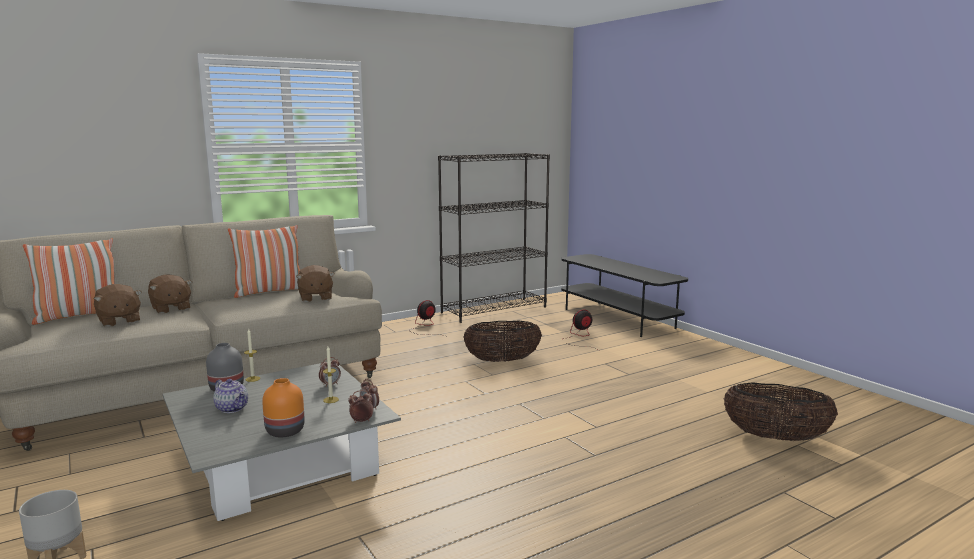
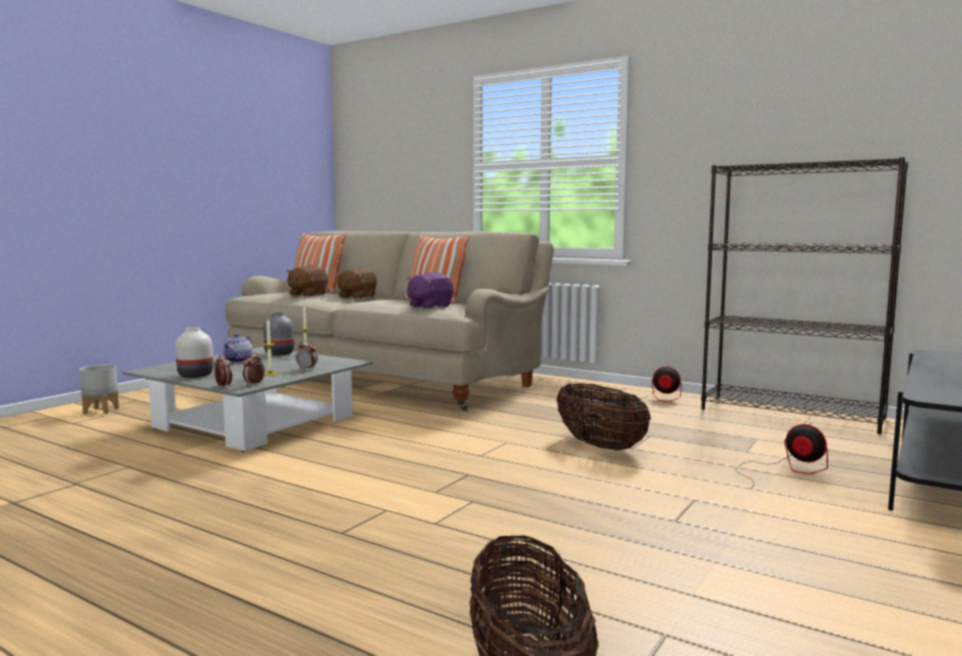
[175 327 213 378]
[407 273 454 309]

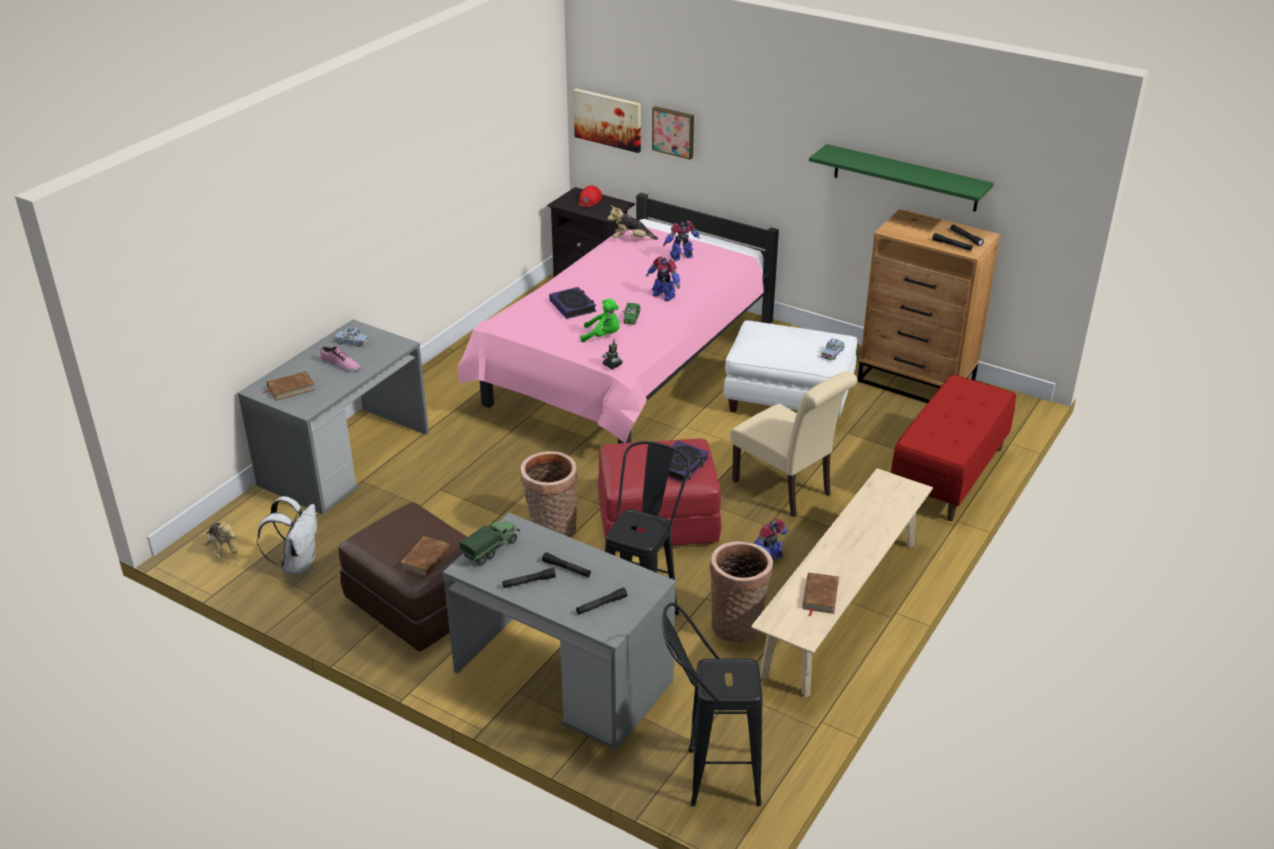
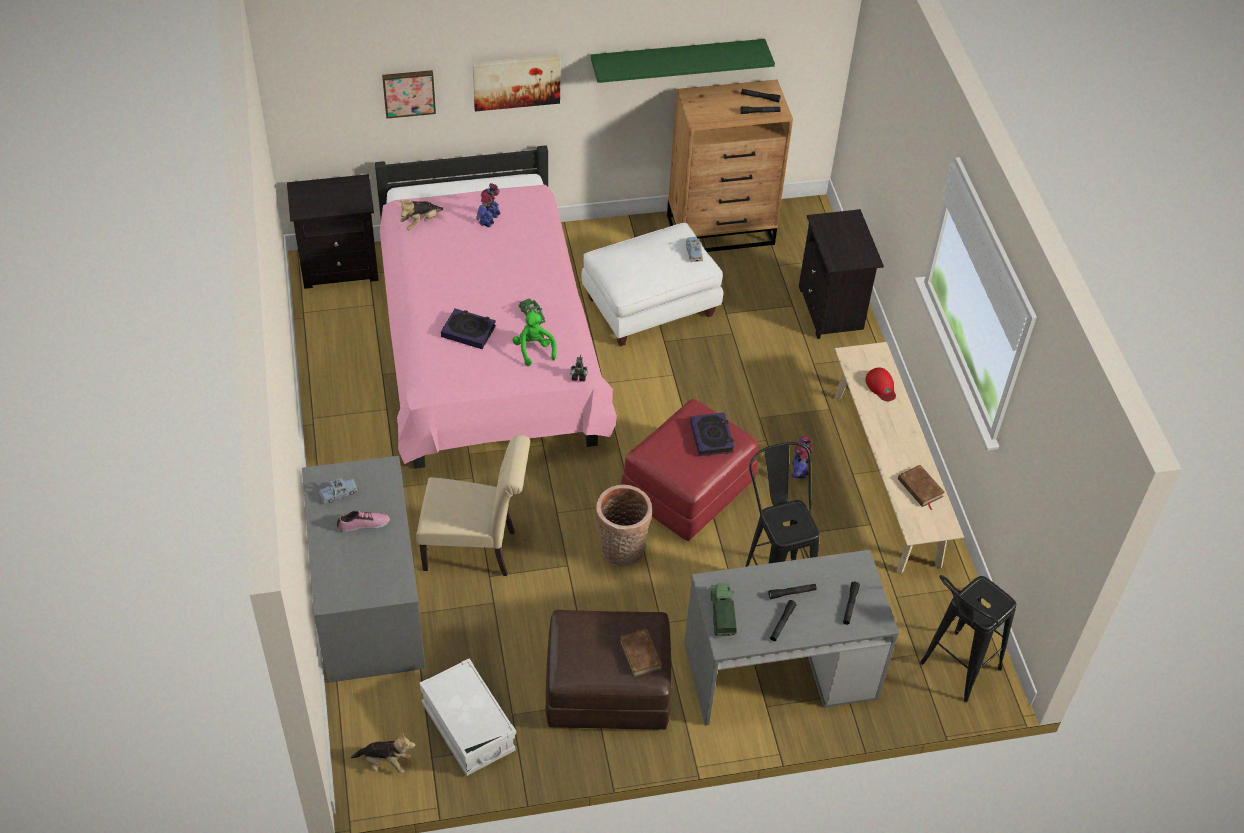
[419 658 516 776]
[263 371 315 401] (first image)
[473 55 560 112]
[866 368 896 401]
[512 311 557 366]
[646 257 680 301] (first image)
[710 541 773 643] (first image)
[416 435 530 576]
[799 209 884 339]

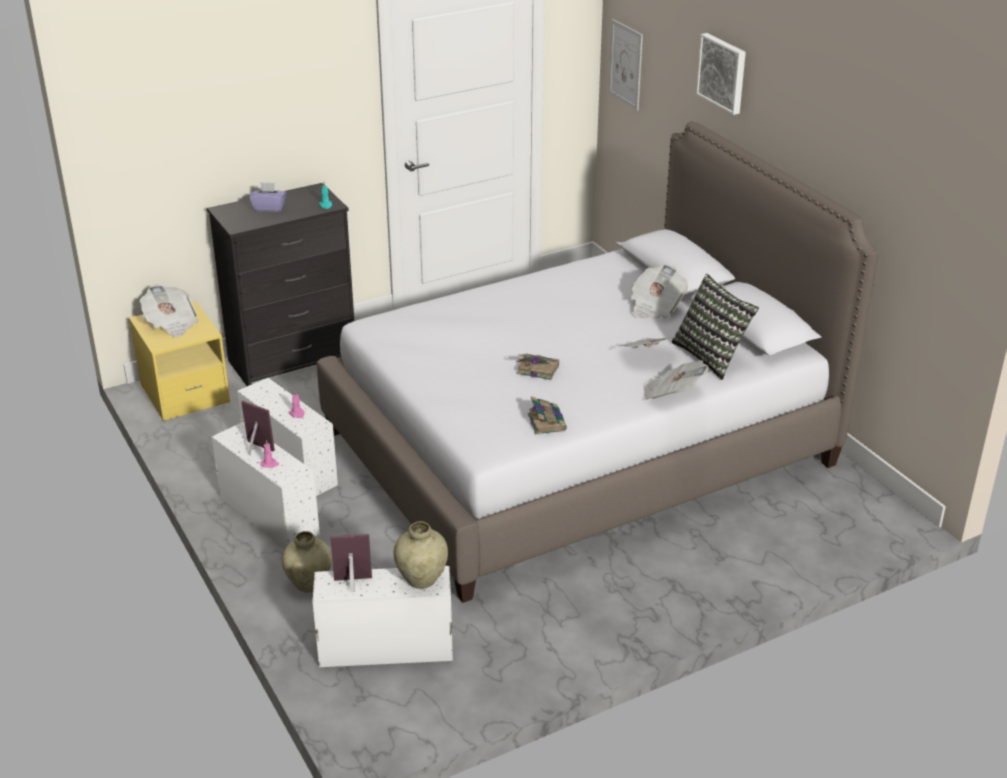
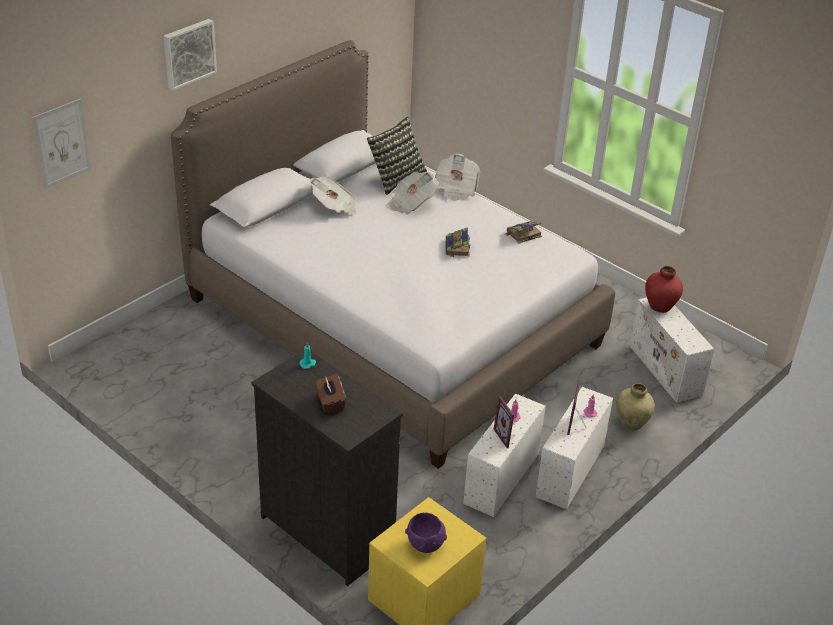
[405 513 447 553]
[315 374 346 413]
[494 396 515 448]
[645 266 683 313]

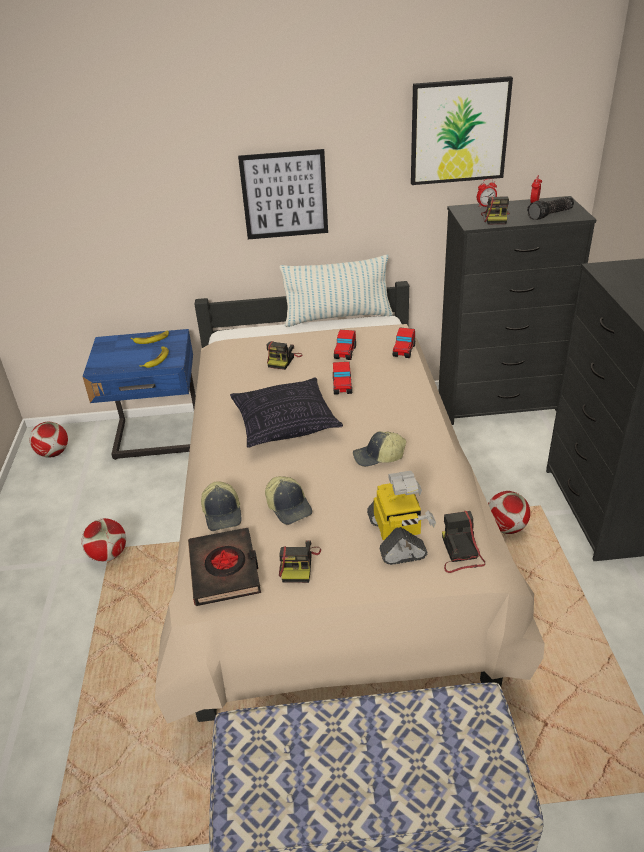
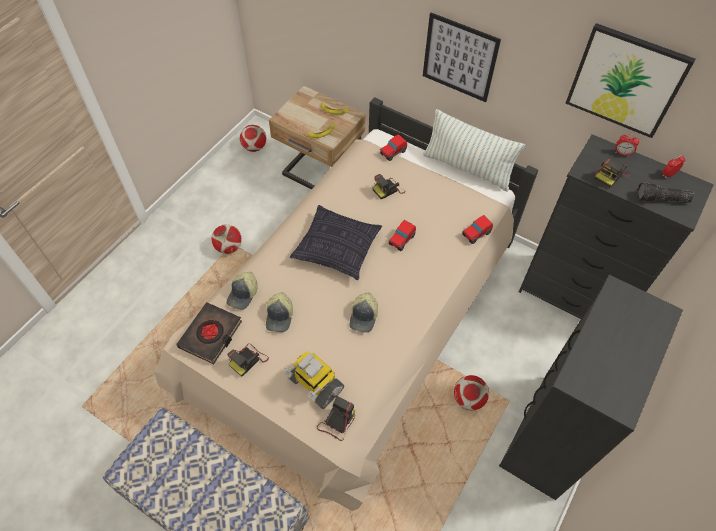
[269 86 366 190]
[380 134 407 161]
[349 293 378 333]
[283 351 344 409]

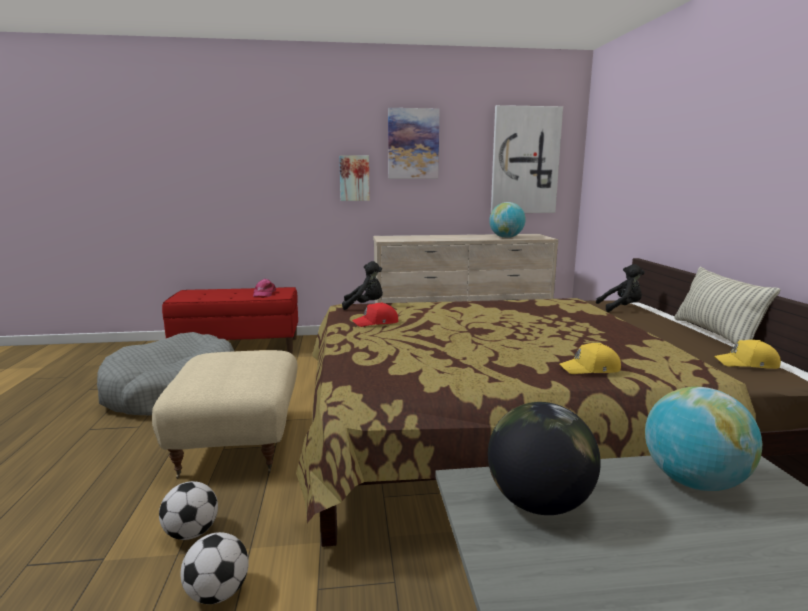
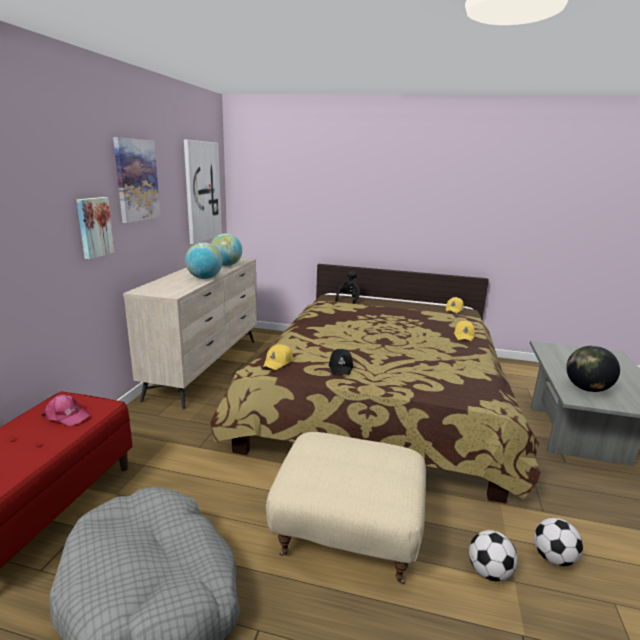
[263 344 293 370]
[329 349 353 375]
[185 242 223 279]
[674 267 781 345] (first image)

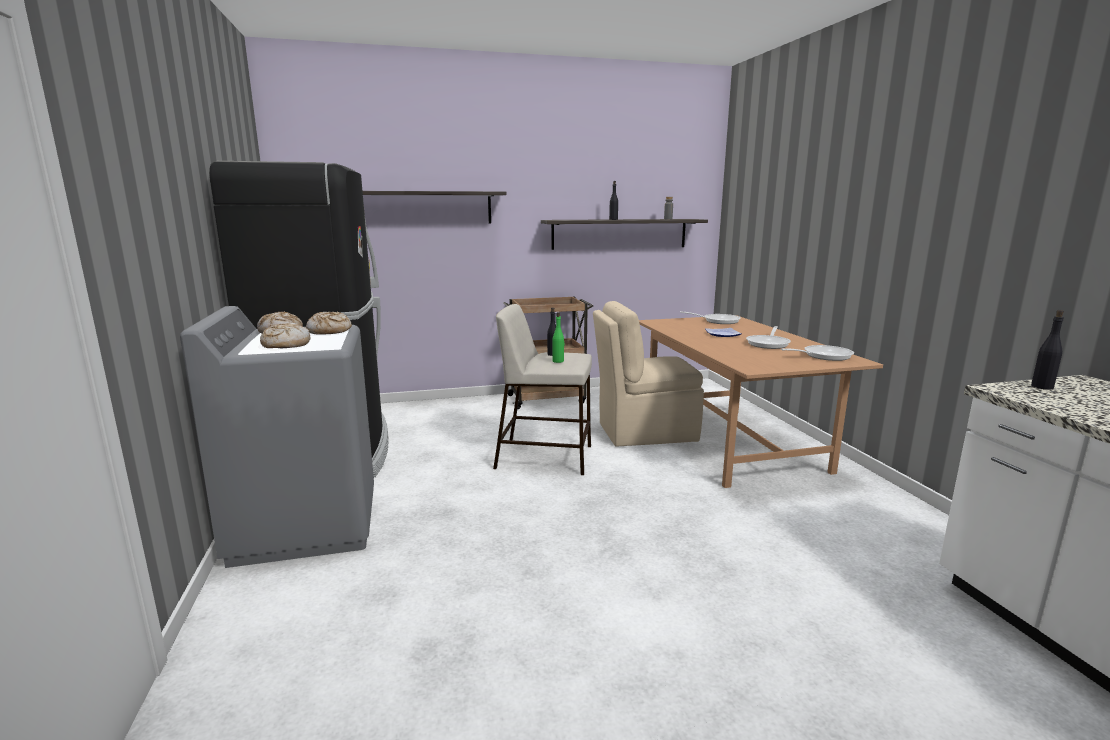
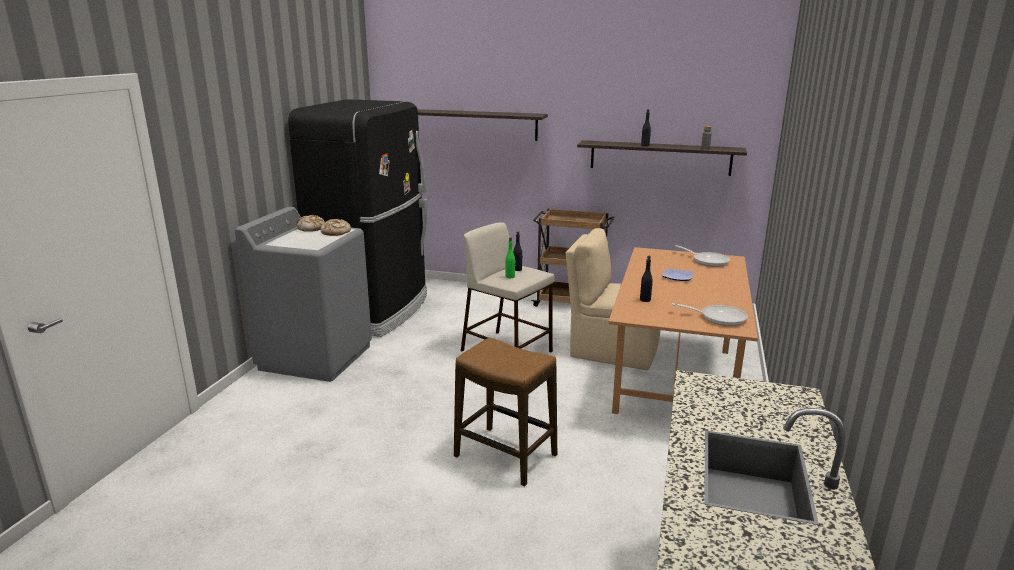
[260 323 310 348] (first image)
[746 326 791 349] (first image)
[640 256 653 302]
[454 337 557 486]

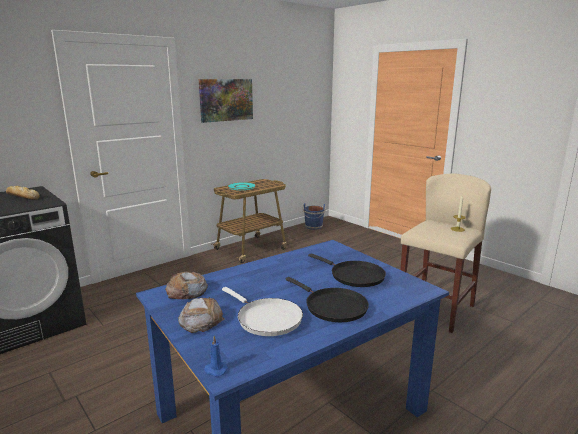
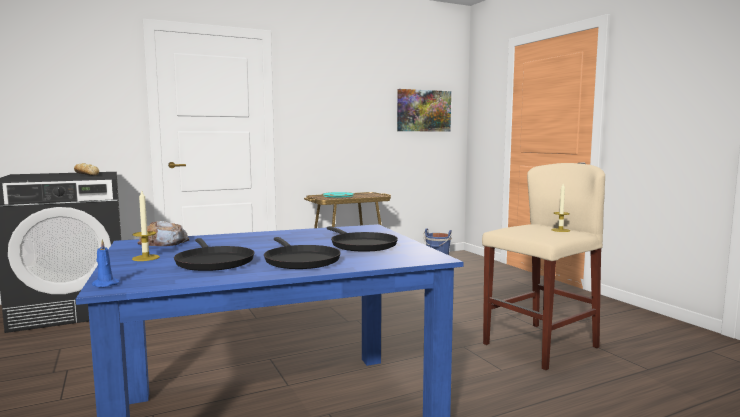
[132 191 160 261]
[397 89 451 132]
[174 238 254 271]

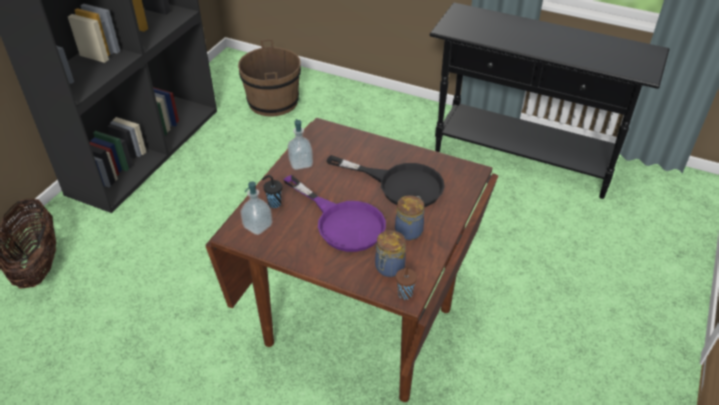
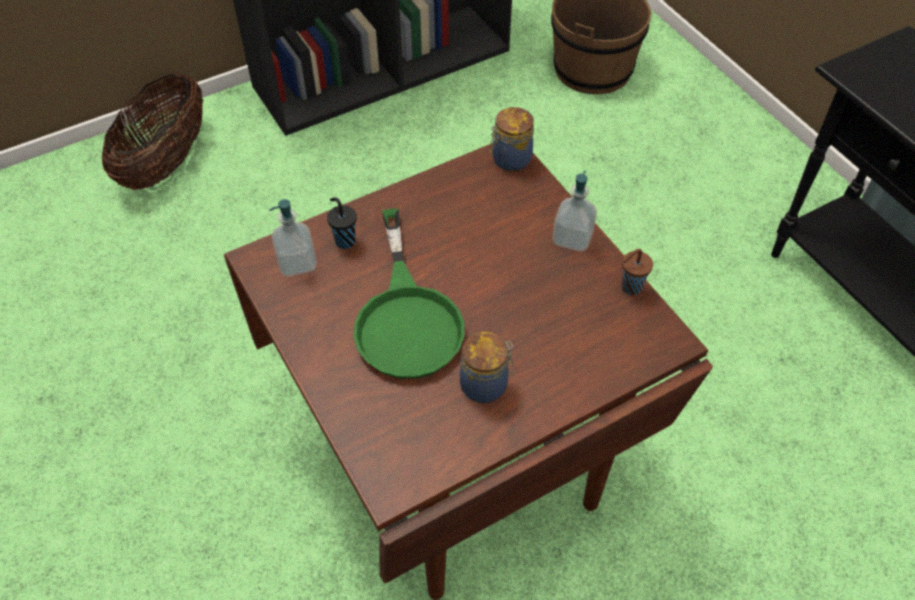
[353 209 465 379]
[553 171 597 251]
[326 155 445 207] (first image)
[489 107 534 171]
[622 249 653 295]

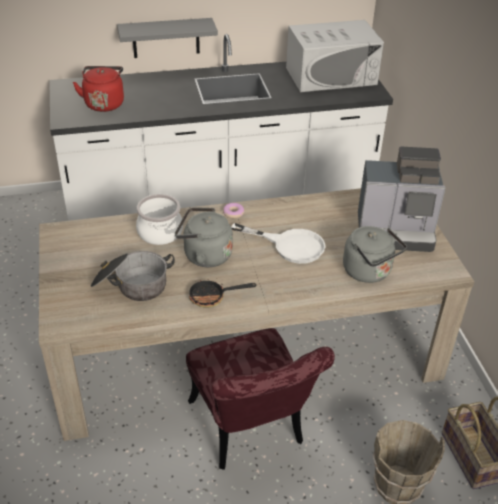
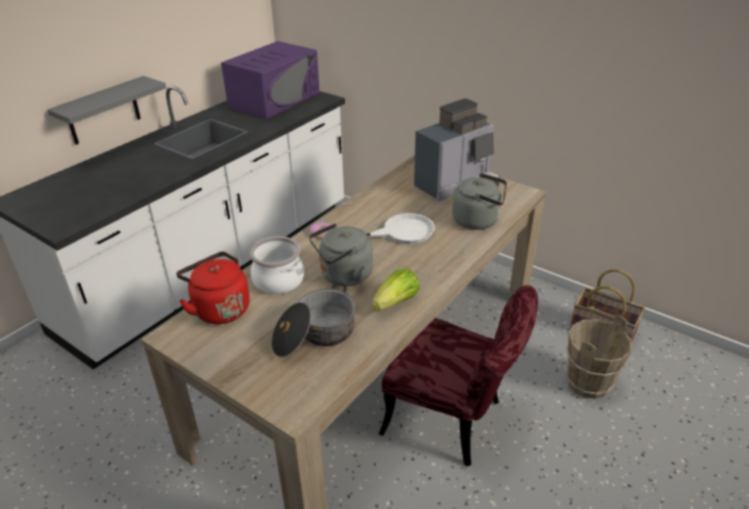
[176 251 250 324]
[372 269 420 311]
[221 41 320 119]

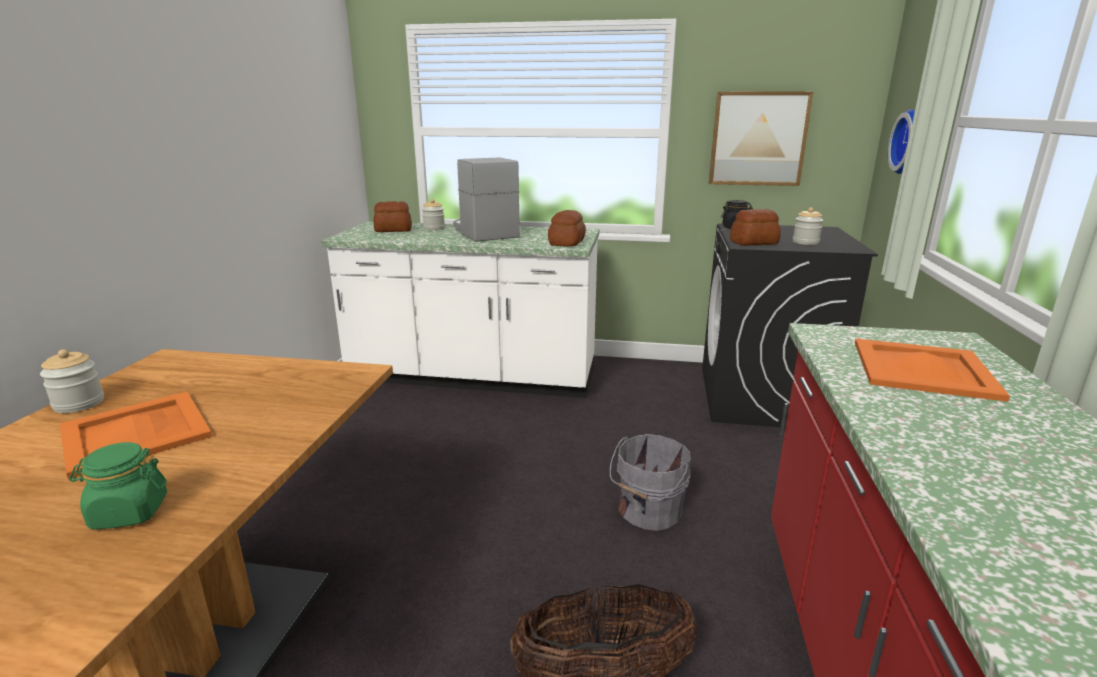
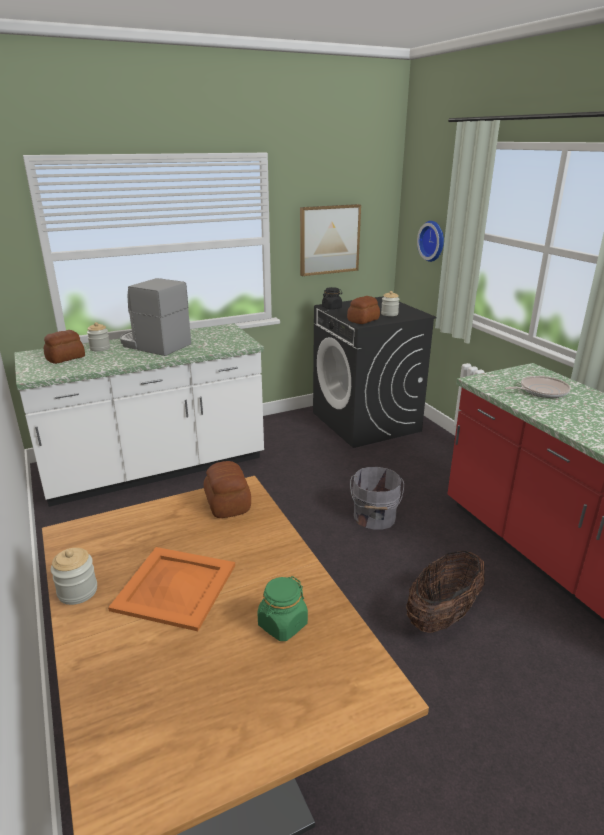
[204 461 251 518]
[505 376 571 398]

